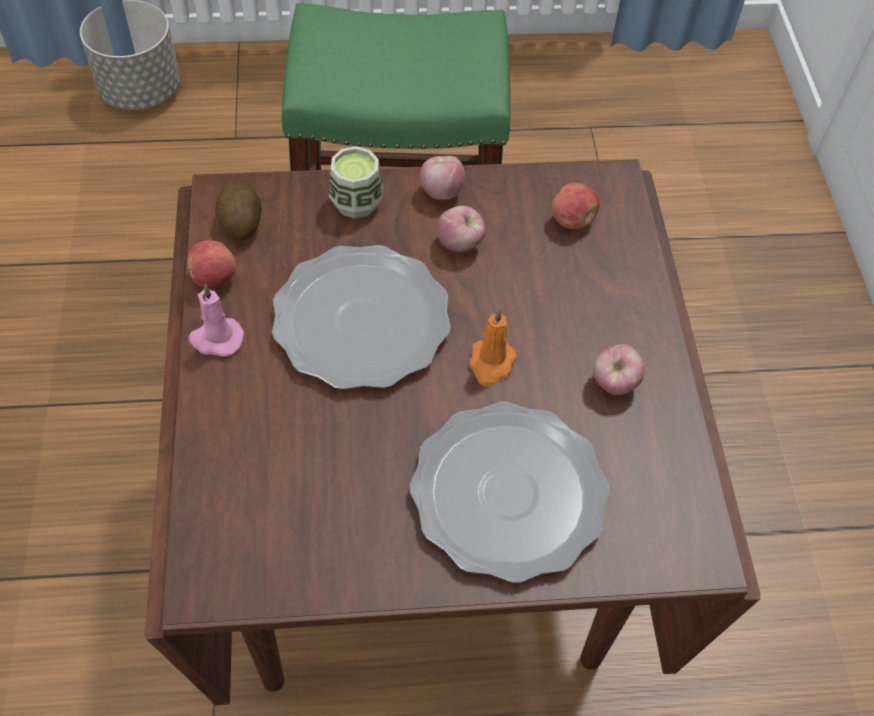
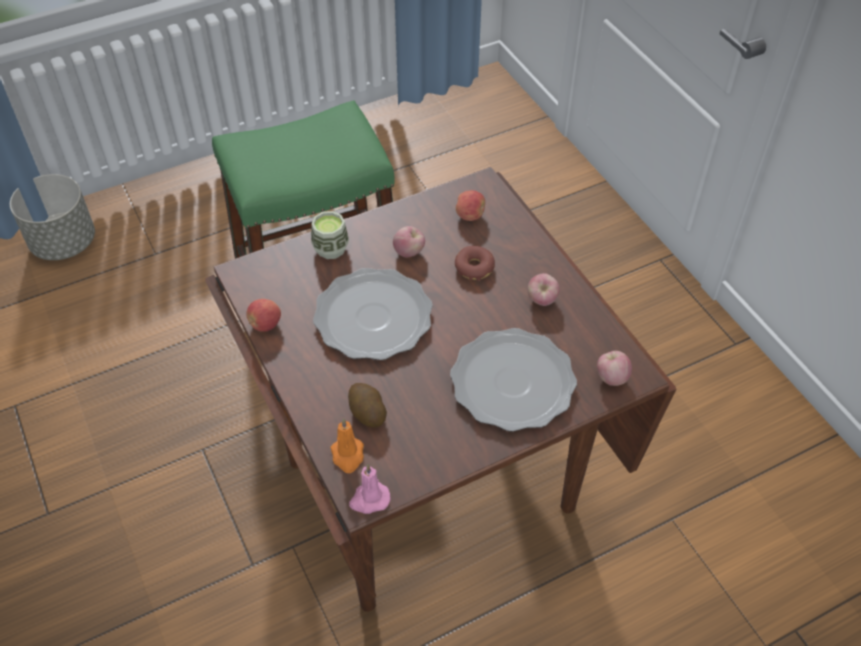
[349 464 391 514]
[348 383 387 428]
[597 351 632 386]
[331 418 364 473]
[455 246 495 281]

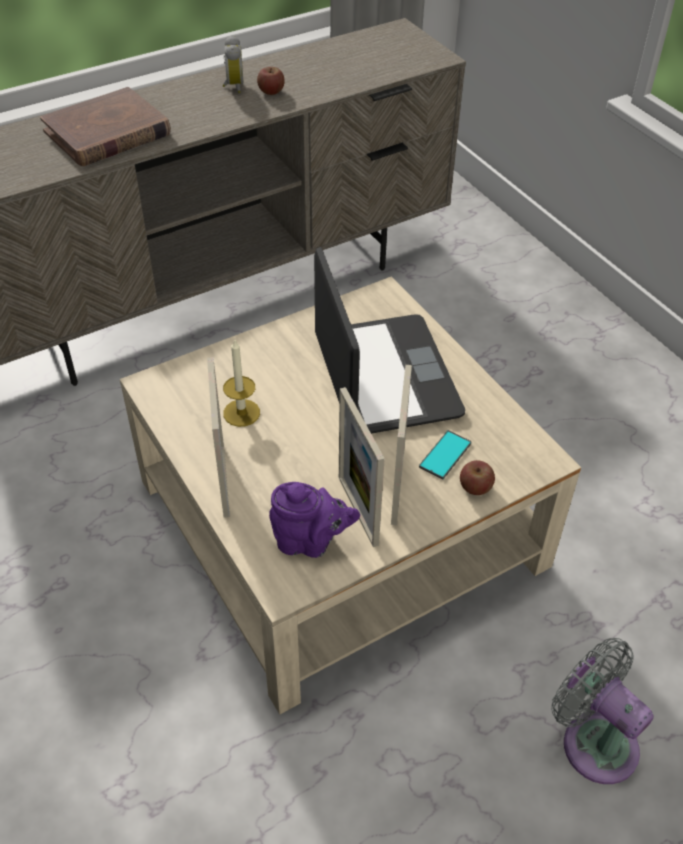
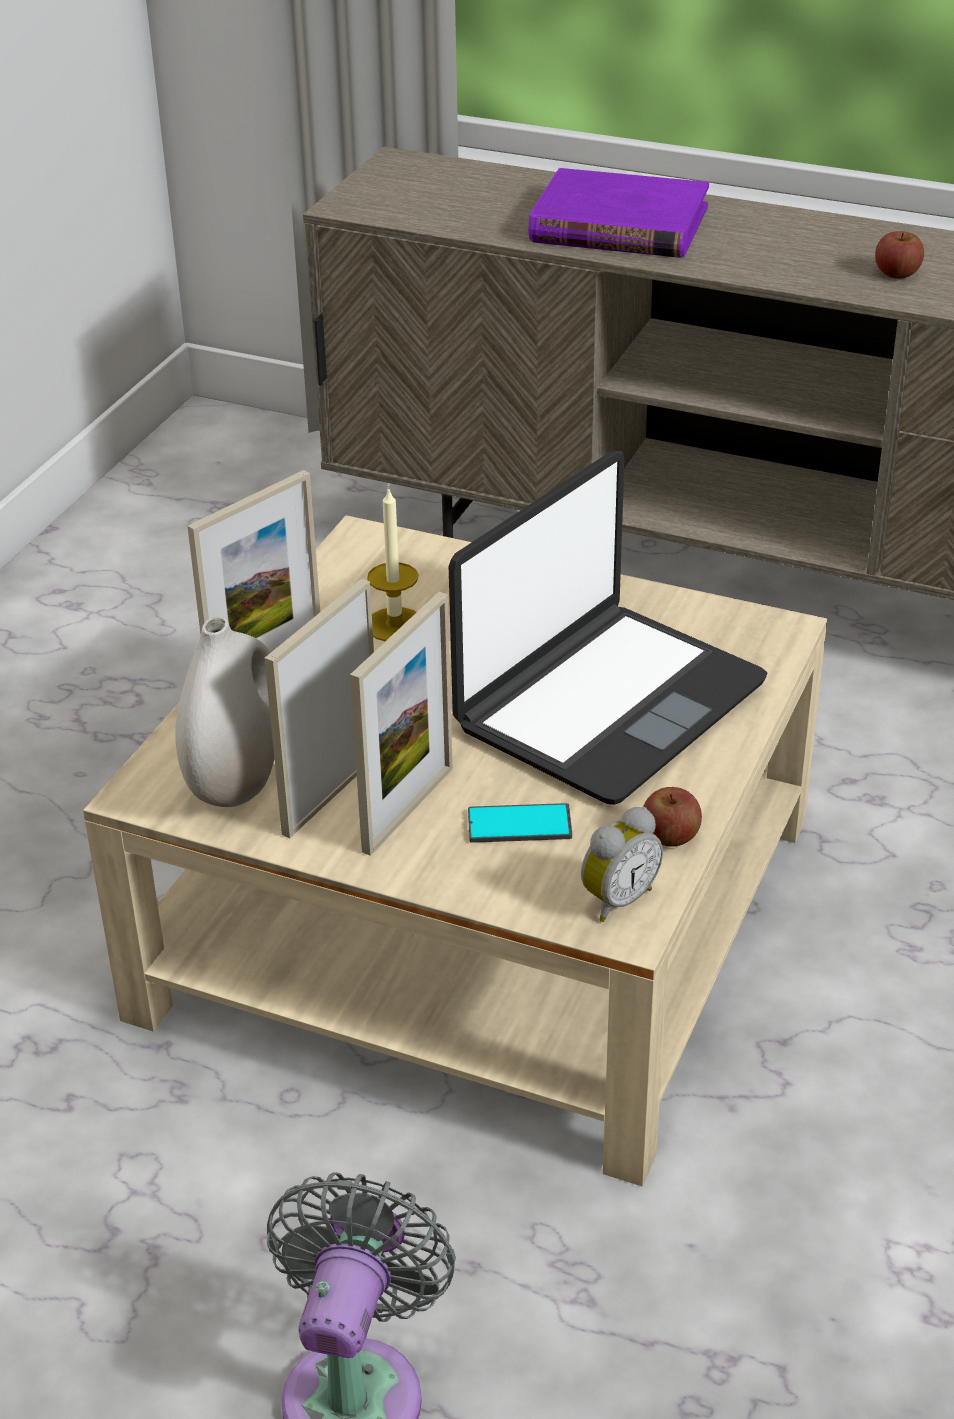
[528 168 709 258]
[581 807 663 922]
[175 616 274 807]
[350 592 453 856]
[643 787 702 847]

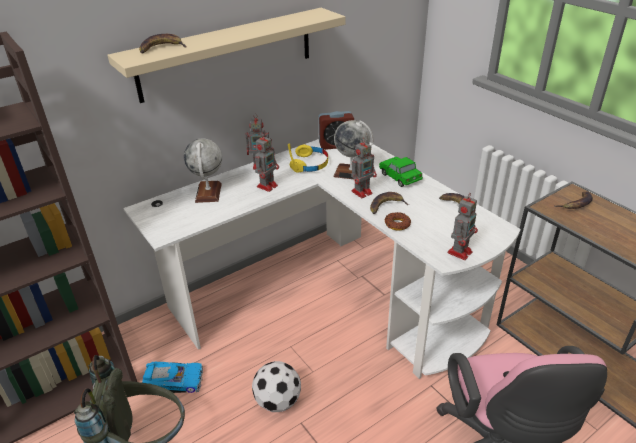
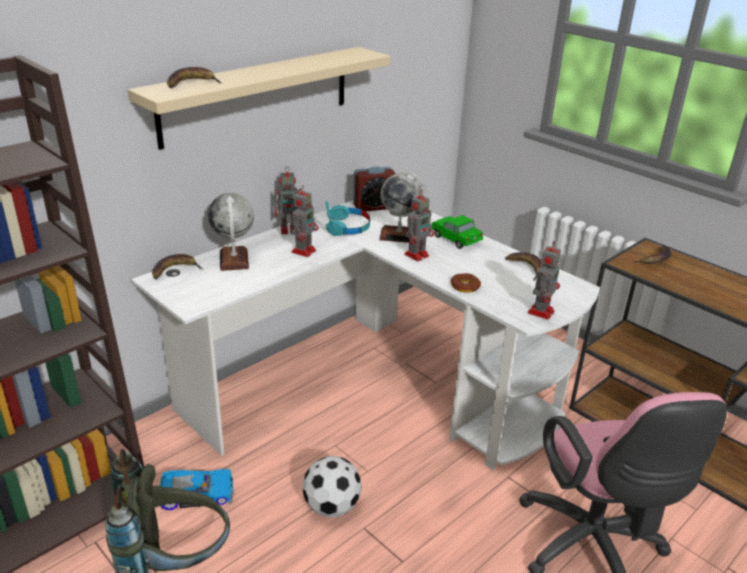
[326 201 370 236]
[152 254 203 279]

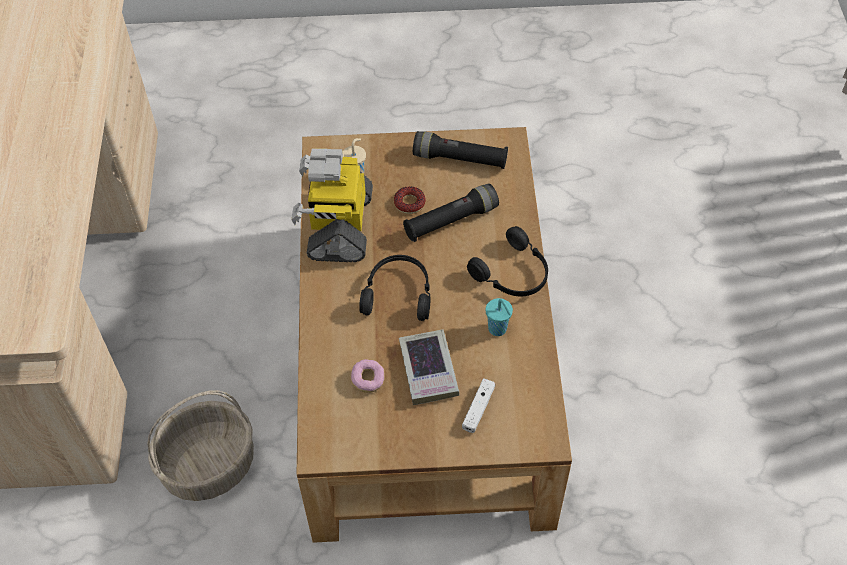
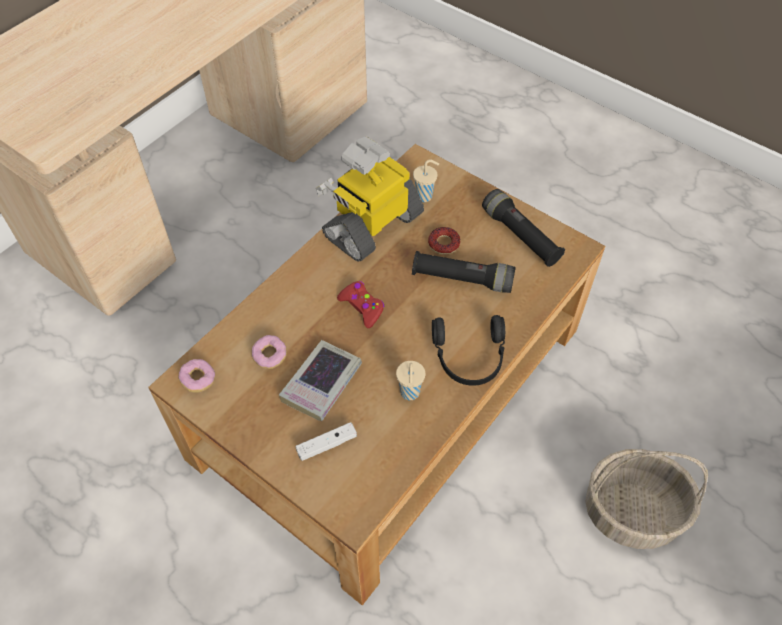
[585 449 708 549]
[337 281 385 328]
[396 361 425 400]
[178 359 215 393]

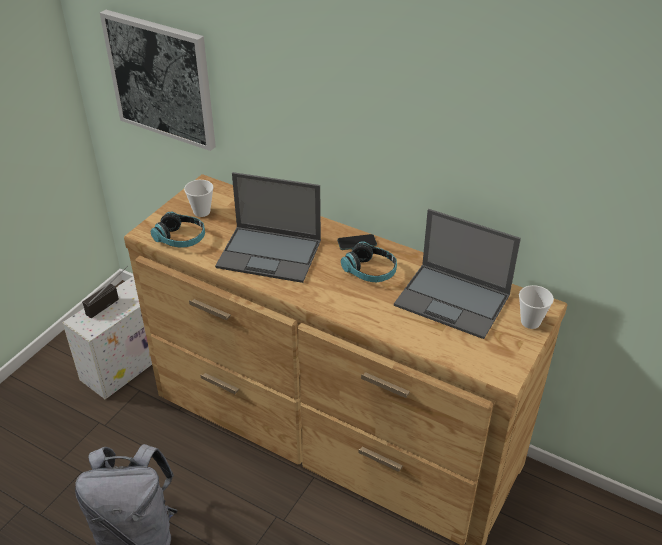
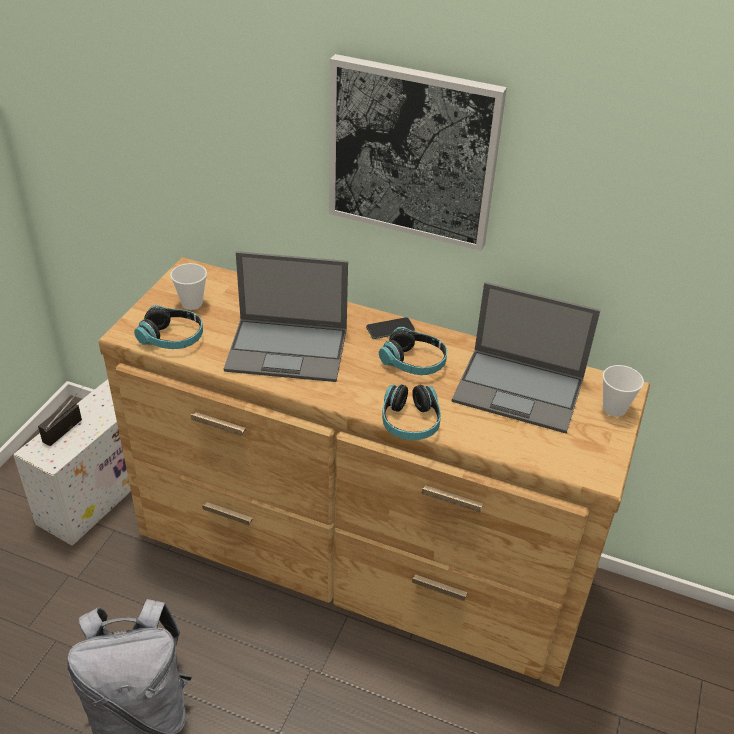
[329 54 507 251]
[382 384 441 440]

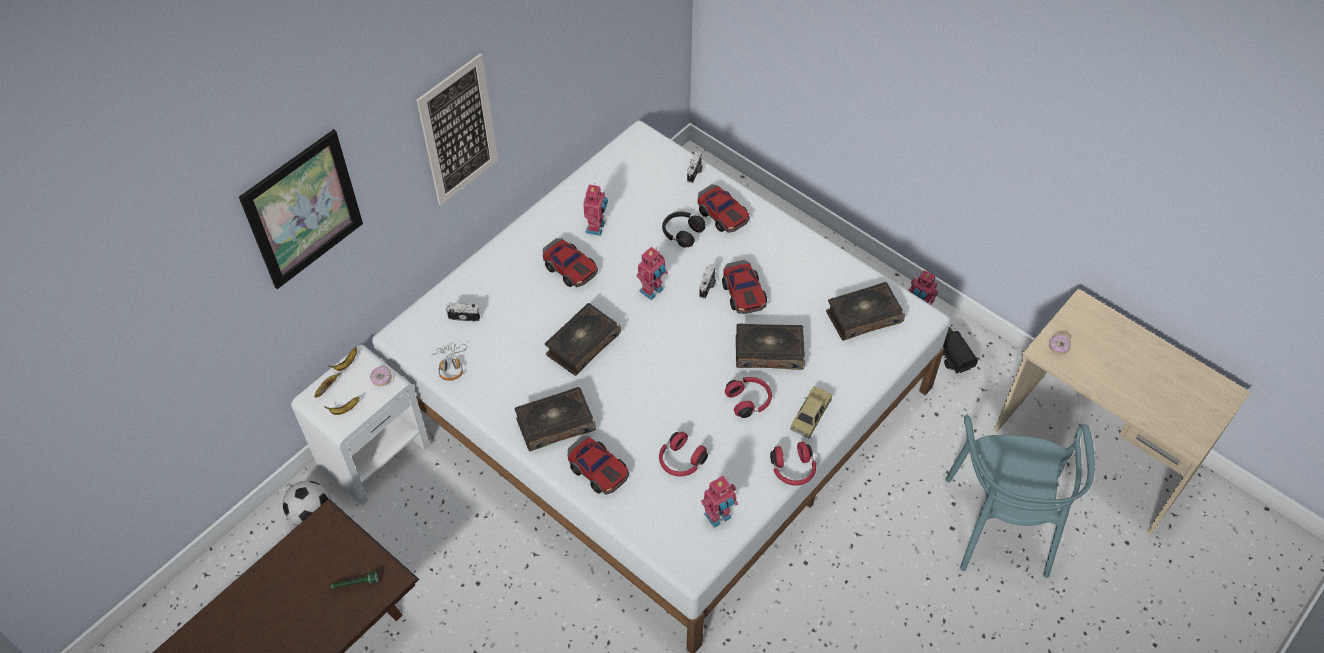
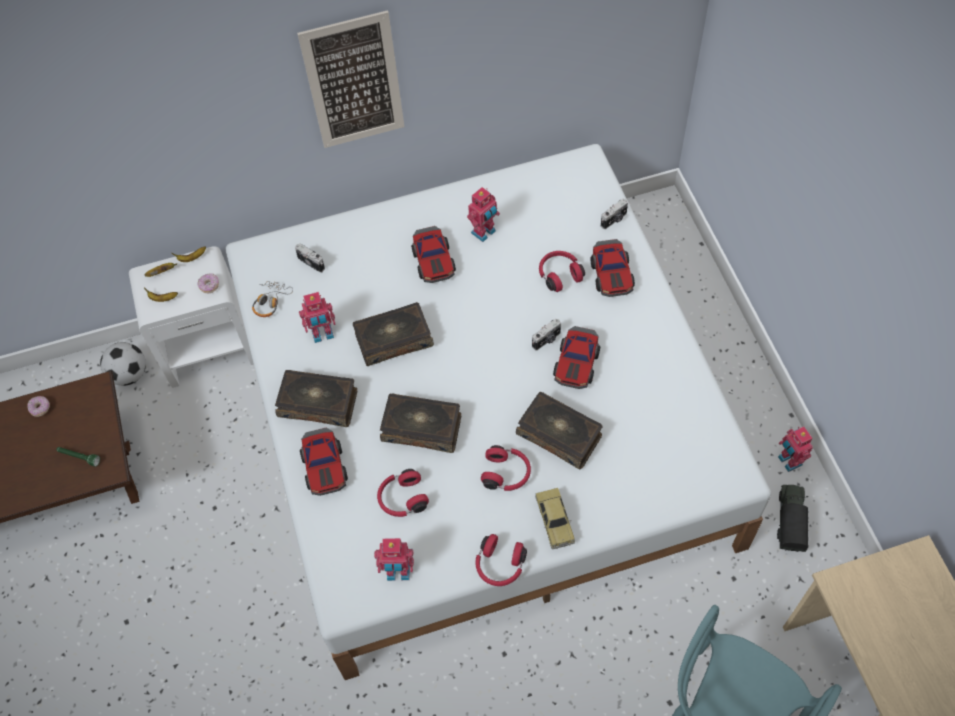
[239 129 363 289] (first image)
[299 292 336 343]
[539 251 585 292]
[535 488 575 549]
[380 393 461 453]
[27 396 50 417]

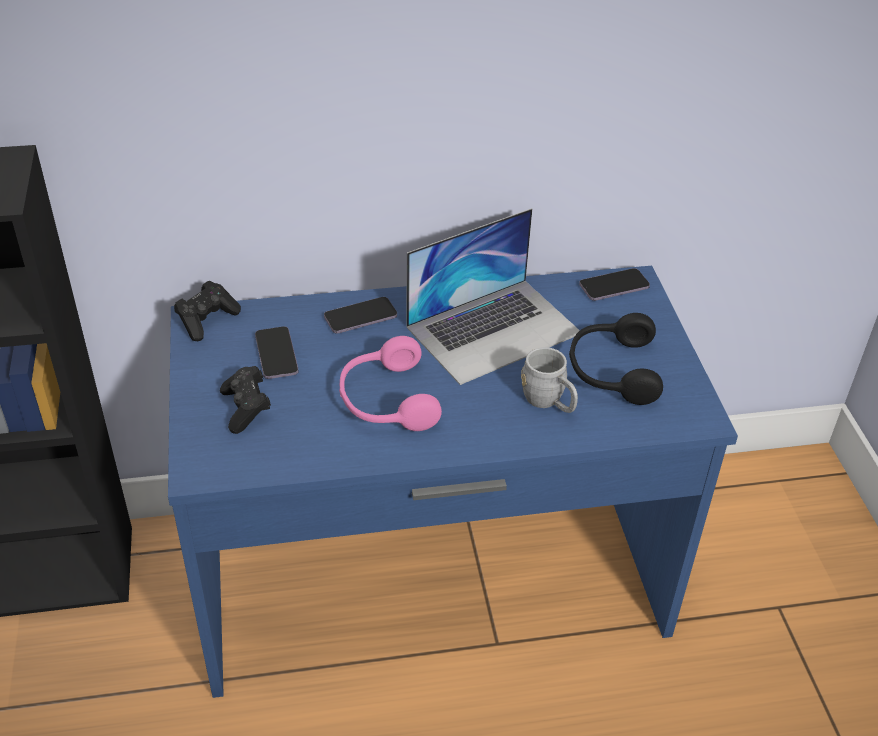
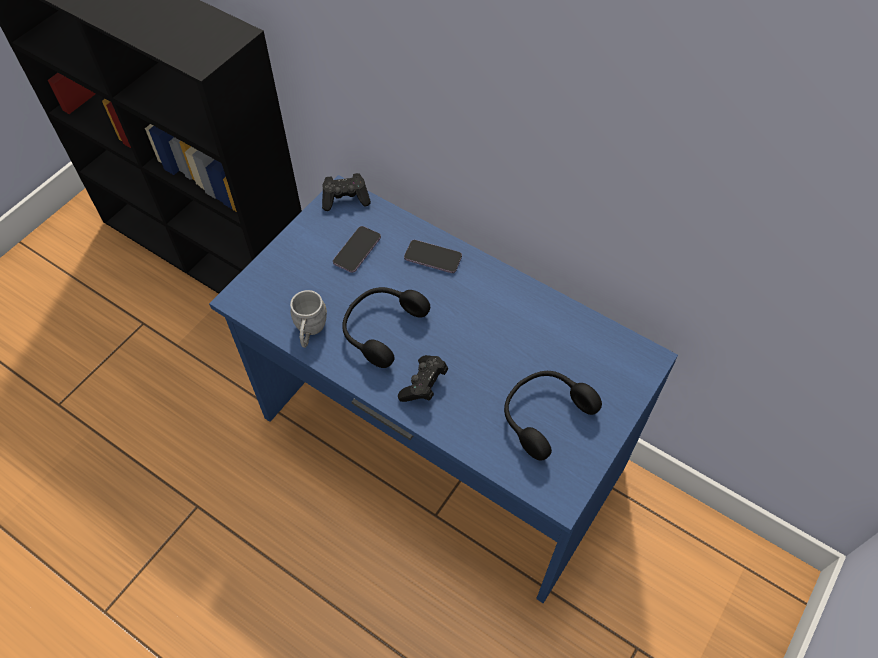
[398 355 448 402]
[342 287 430 368]
[406 208 580 385] (first image)
[290 290 327 348]
[579 268 650 301] (first image)

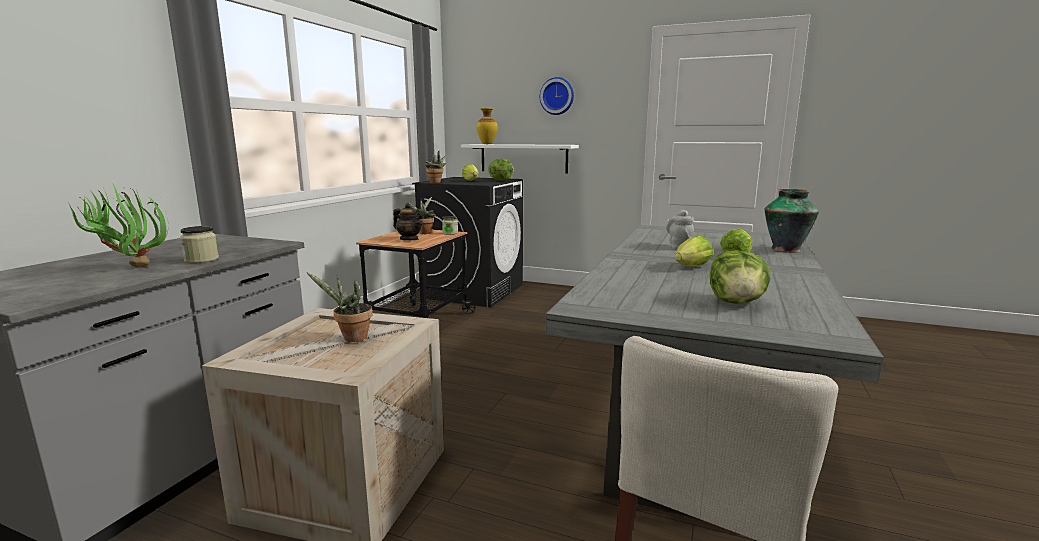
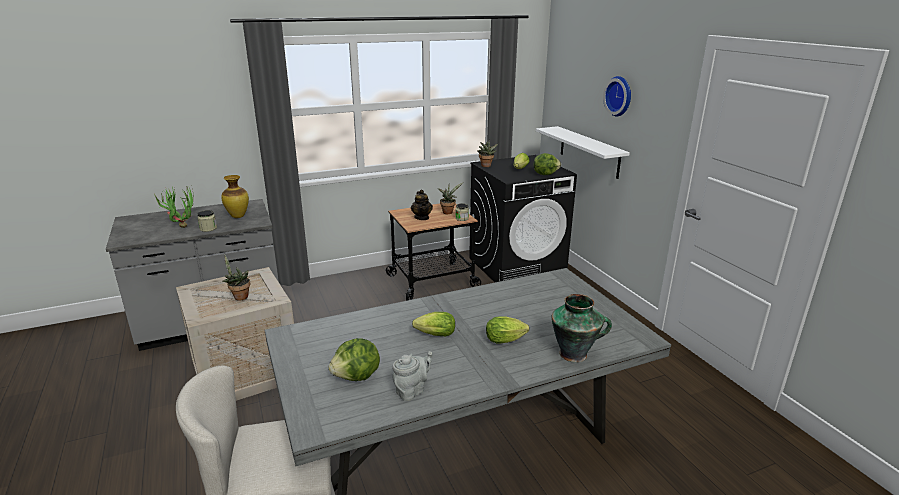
[221 175 249 218]
[392 351 432 401]

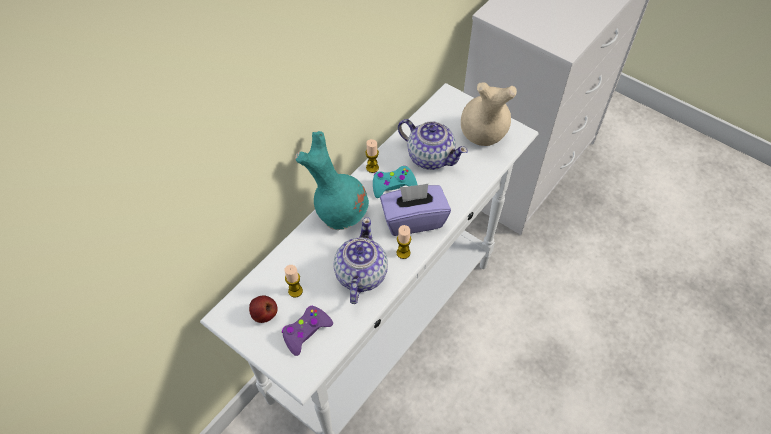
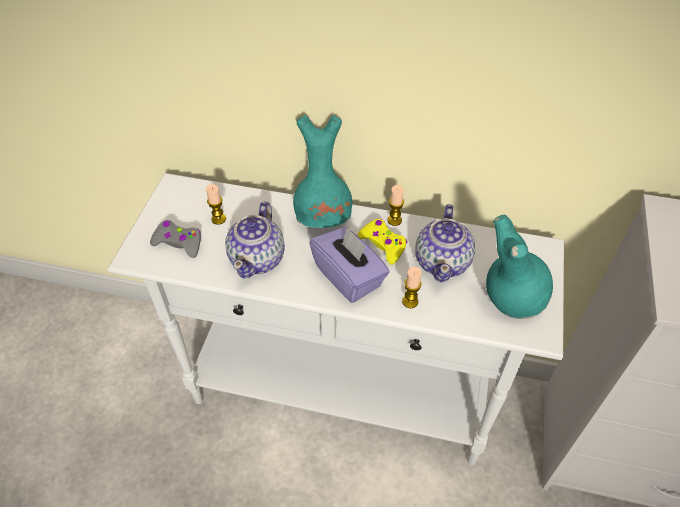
[249 296 278 323] (first image)
[150 220 201 258]
[225 201 285 278]
[357 219 407 265]
[402 267 422 308]
[486 215 553 319]

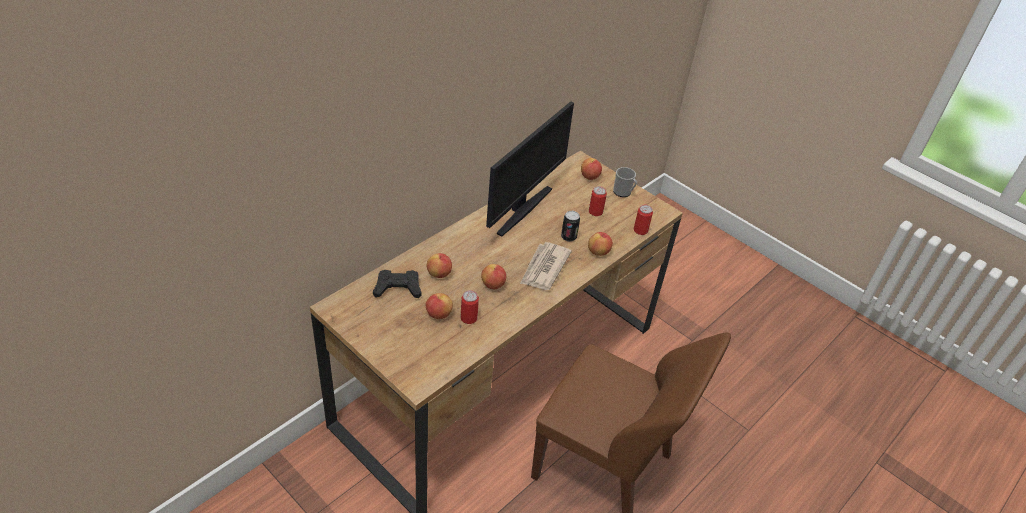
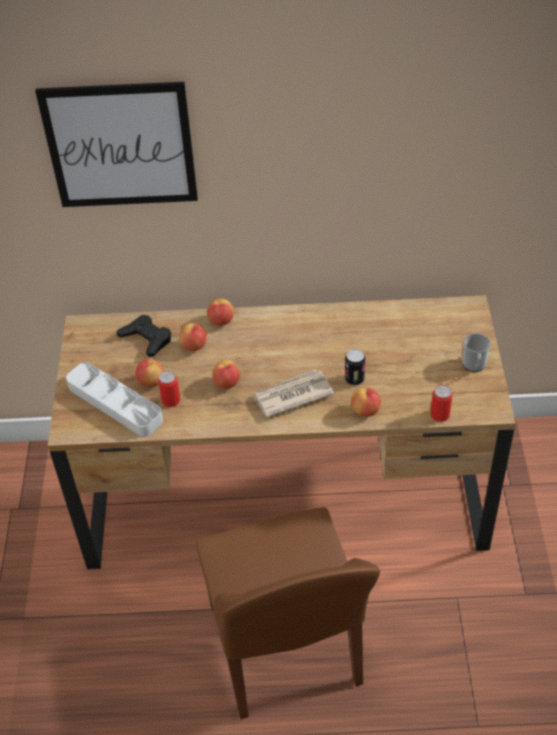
[486 101 574 236] (first image)
[207 298 234 326]
[589 186 607 216] (first image)
[35 82 198 207]
[66 362 163 436]

